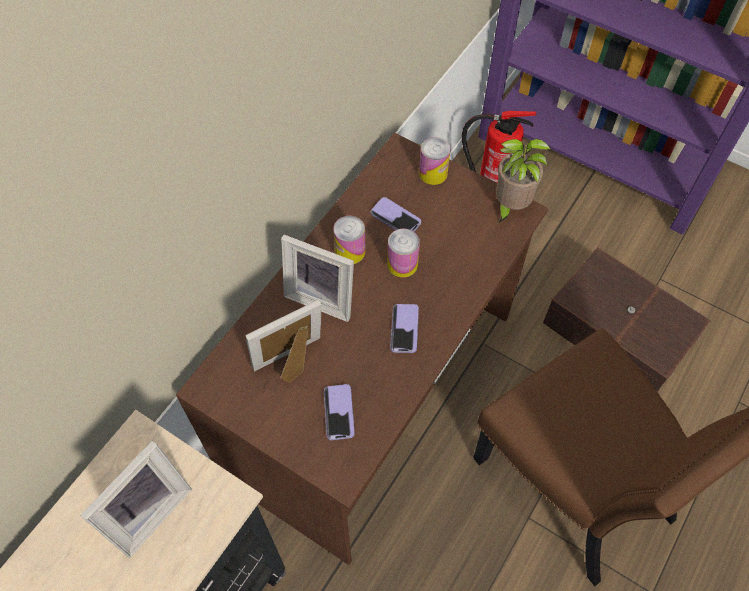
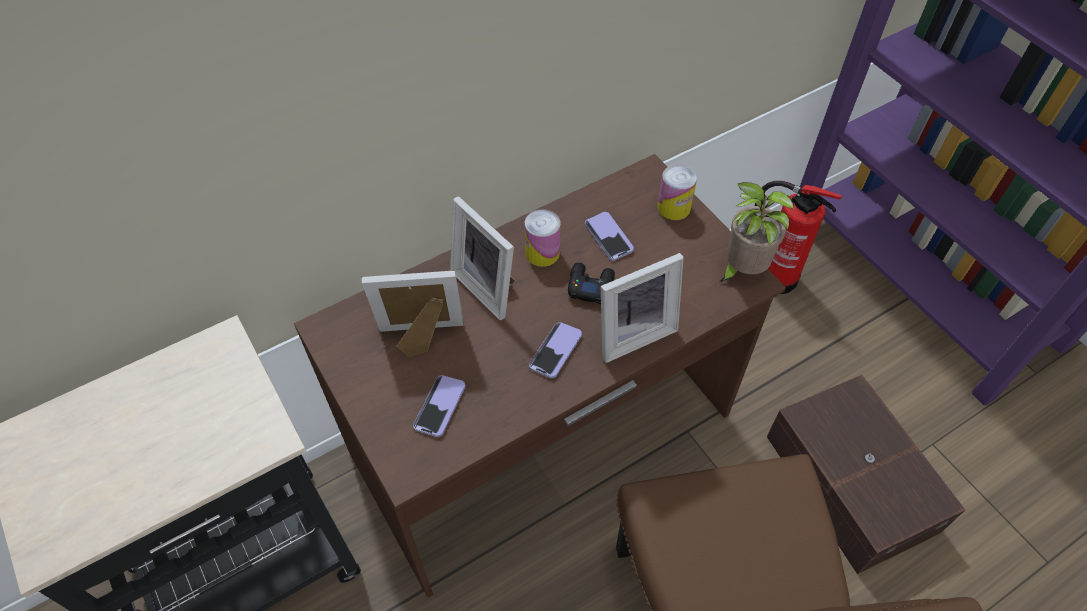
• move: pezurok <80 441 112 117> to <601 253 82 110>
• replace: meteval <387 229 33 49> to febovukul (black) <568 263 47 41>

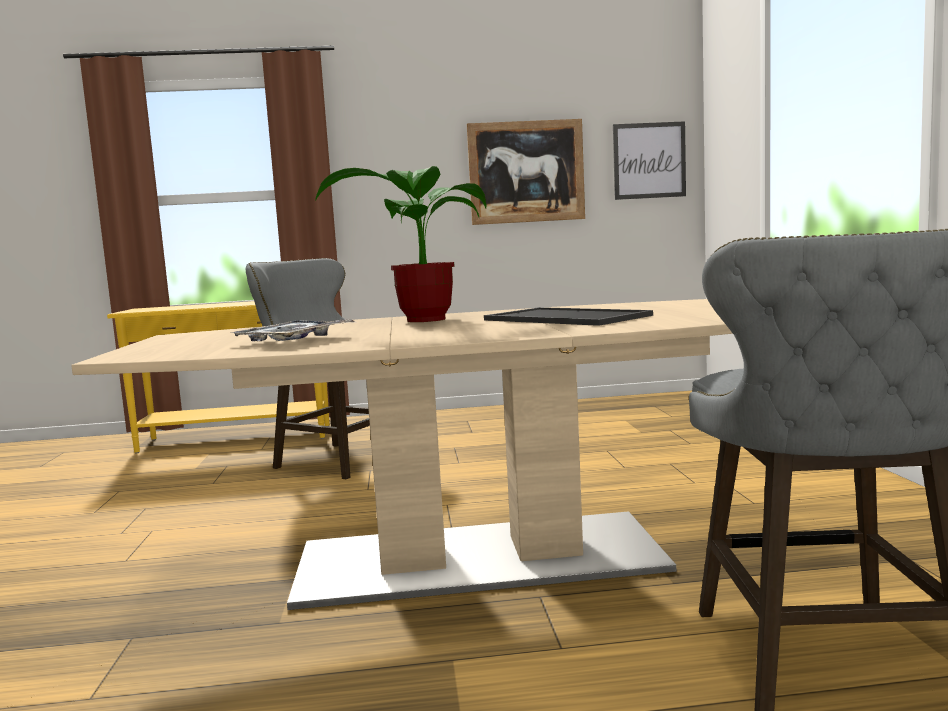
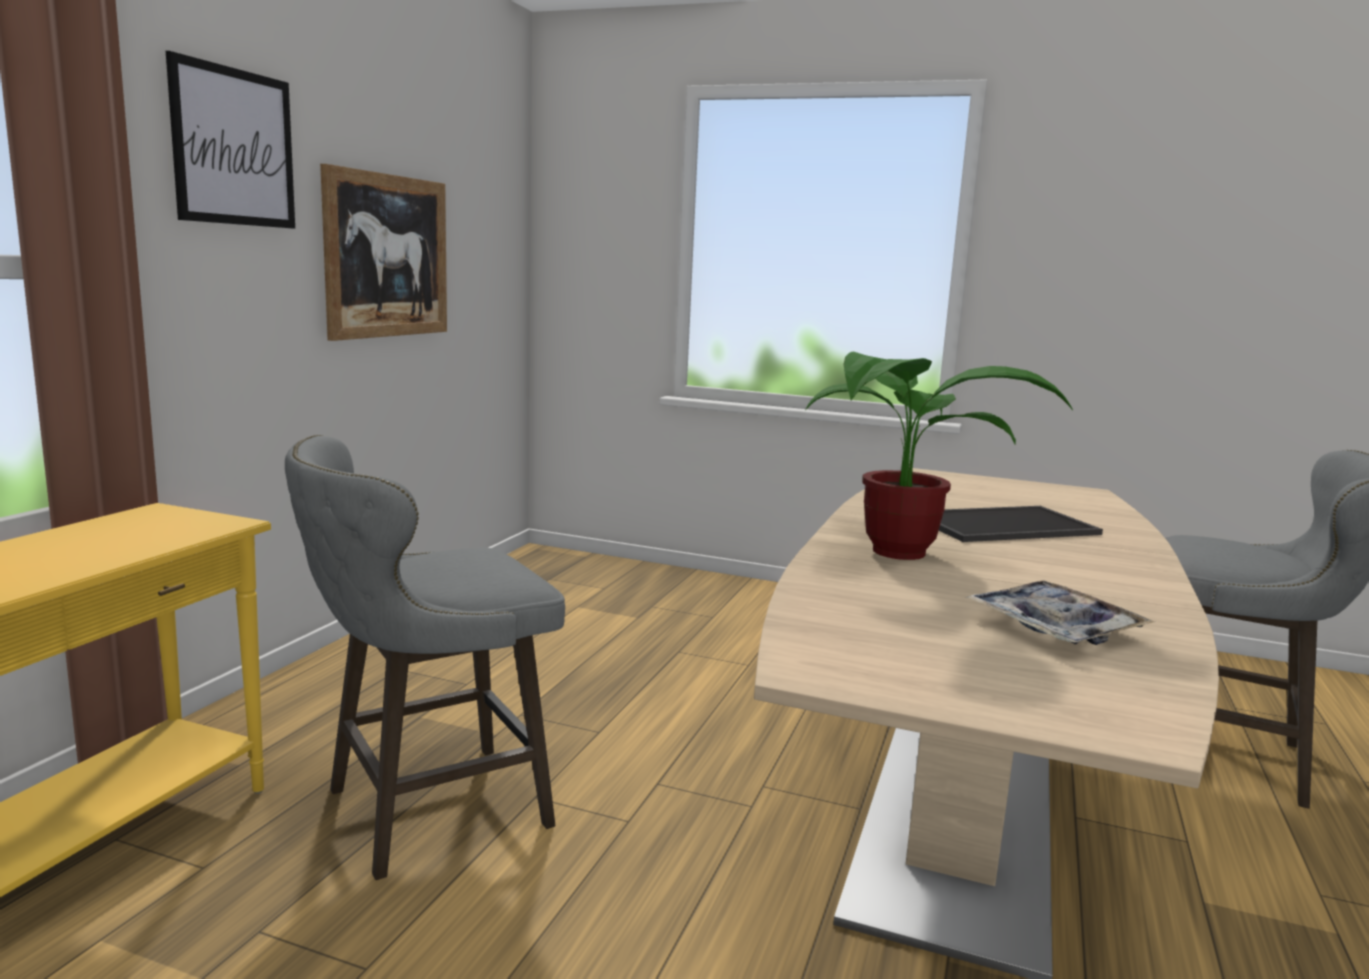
• move: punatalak <613 121 73 79> to <166 51 129 178>

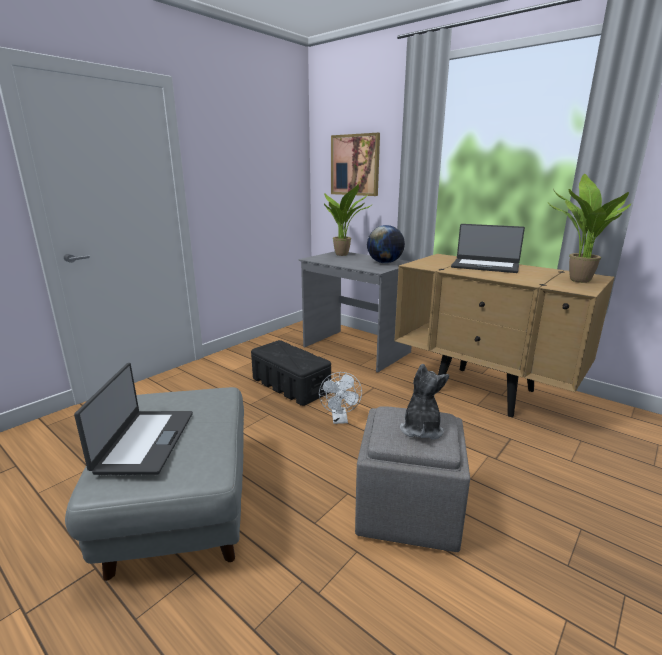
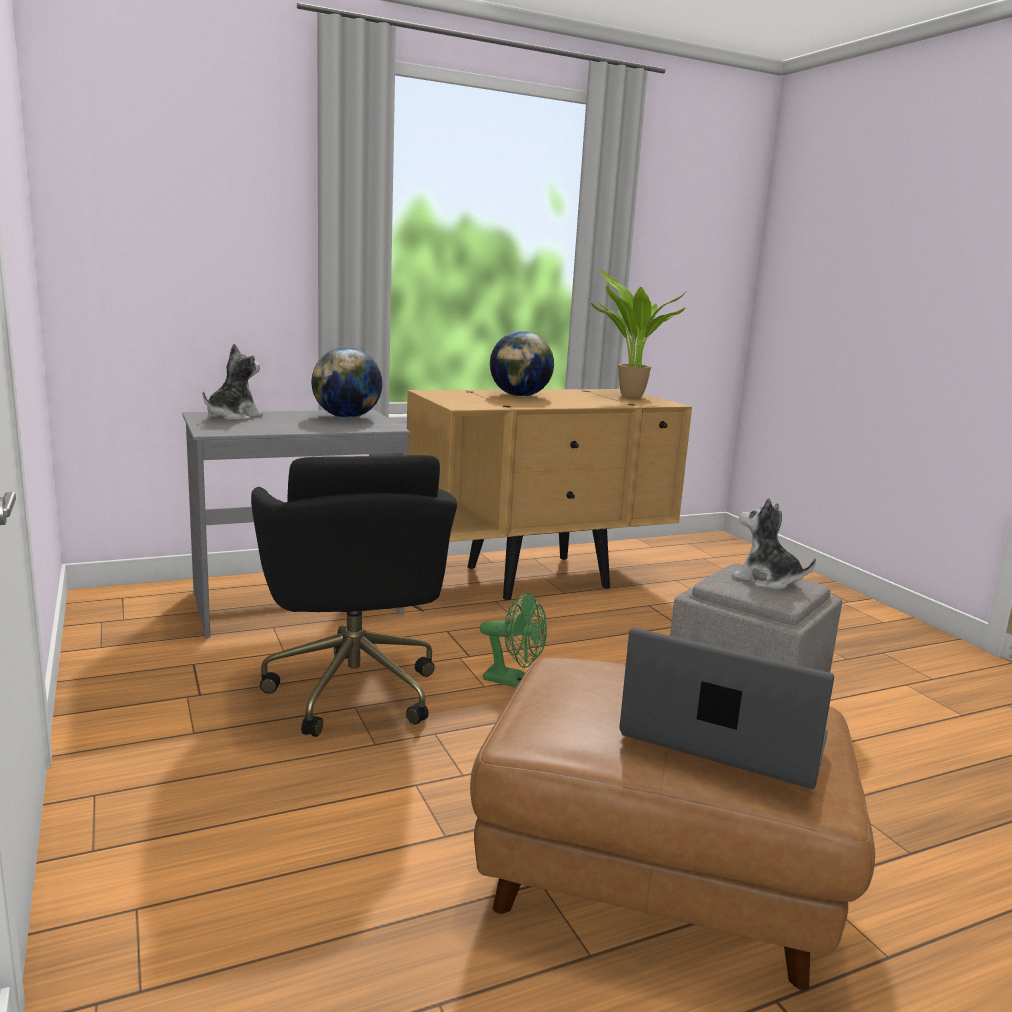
• recolor: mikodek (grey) <65 387 179 194> to mikodek (brown) <470 657 405 333>
• replace: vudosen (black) <251 340 80 66> to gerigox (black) <251 455 206 282>
• recolor: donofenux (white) <319 372 43 52> to donofenux (green) <480 592 67 95>
• replace: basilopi <324 185 47 71> to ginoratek <203 344 60 76>
• delete: punatalak <331 133 49 63>
• replace: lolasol <451 224 74 49> to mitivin <490 331 64 66>

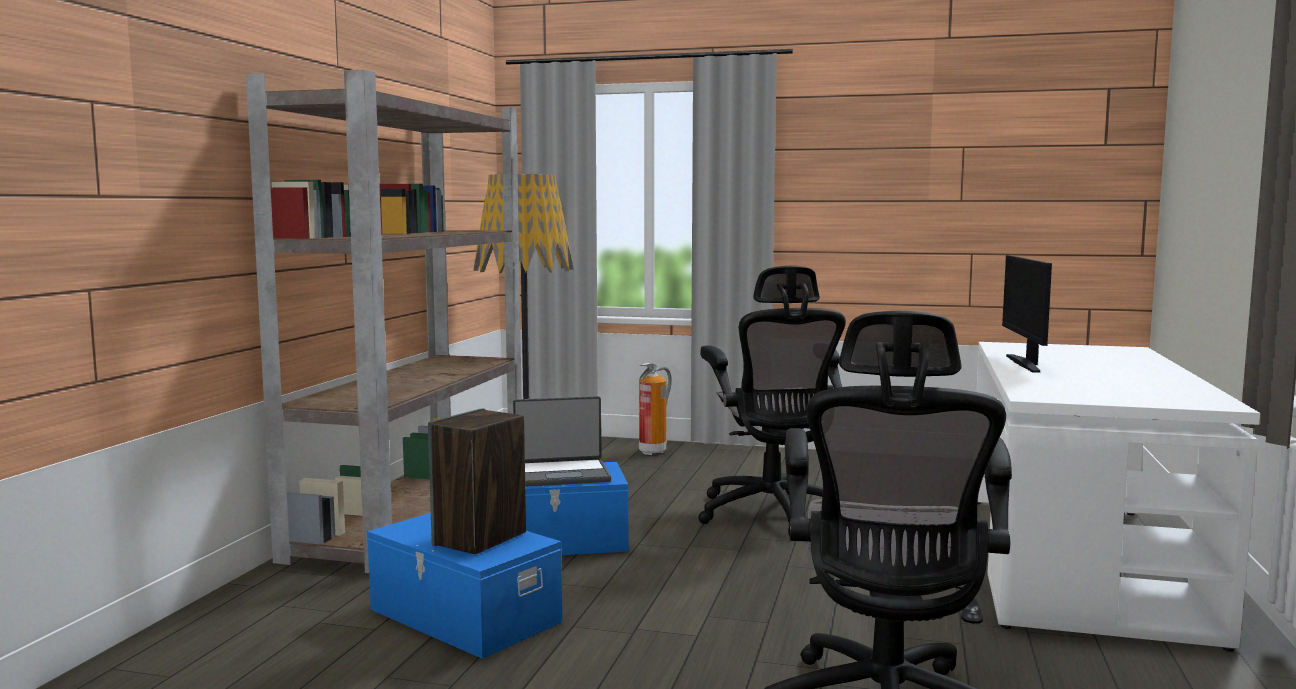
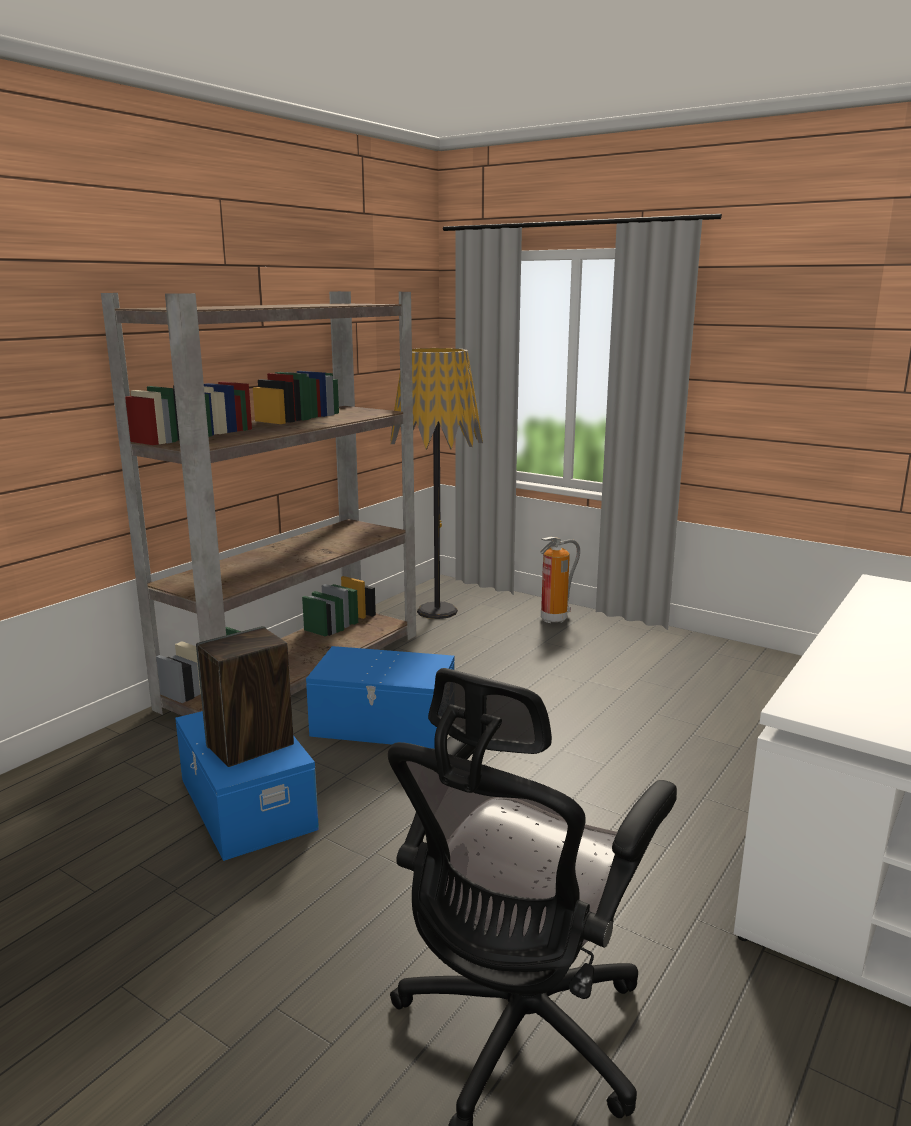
• delete: lolasol <513 396 98 91>
• delete: gerigox <698 266 148 271>
• delete: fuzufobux <1002 255 50 118>

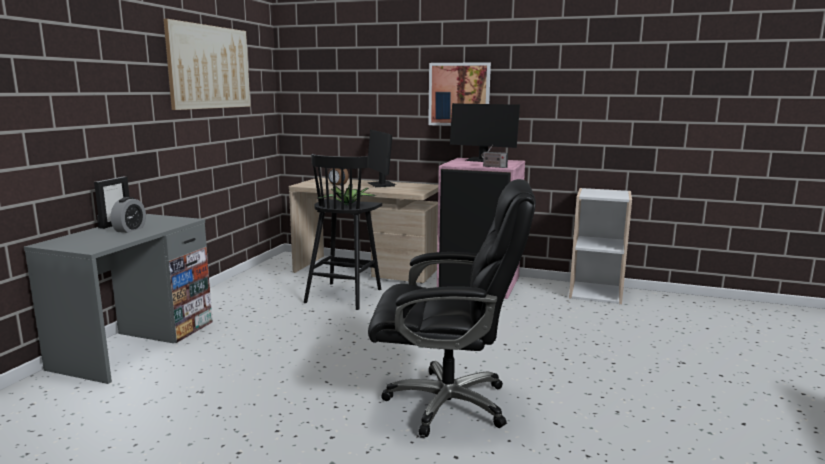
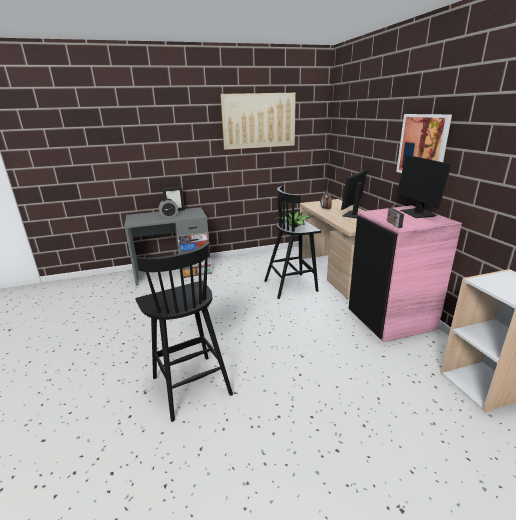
• replace: gerigox (black) <368 179 168 258> to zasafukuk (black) <135 241 98 181>

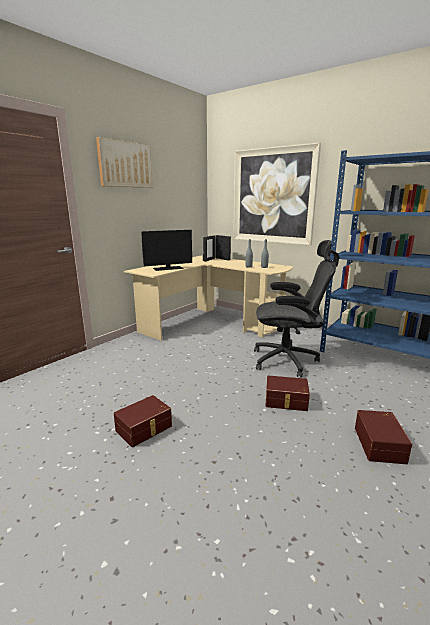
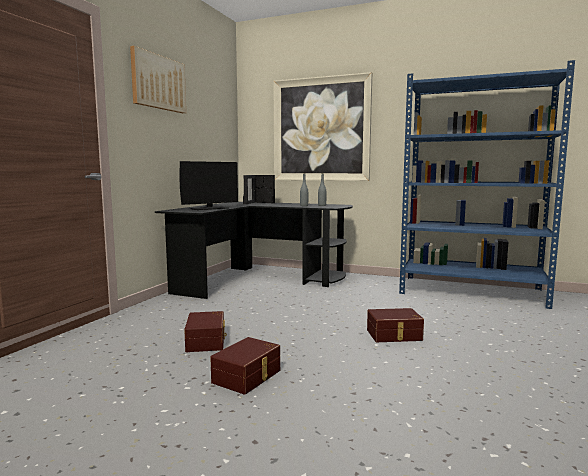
• recolor: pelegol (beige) <124 255 169 86> to pelegol (black) <155 202 198 97>
• delete: gerigox <254 240 85 138>
• move: vudosen (brown) <355 410 57 54> to <184 311 43 41>

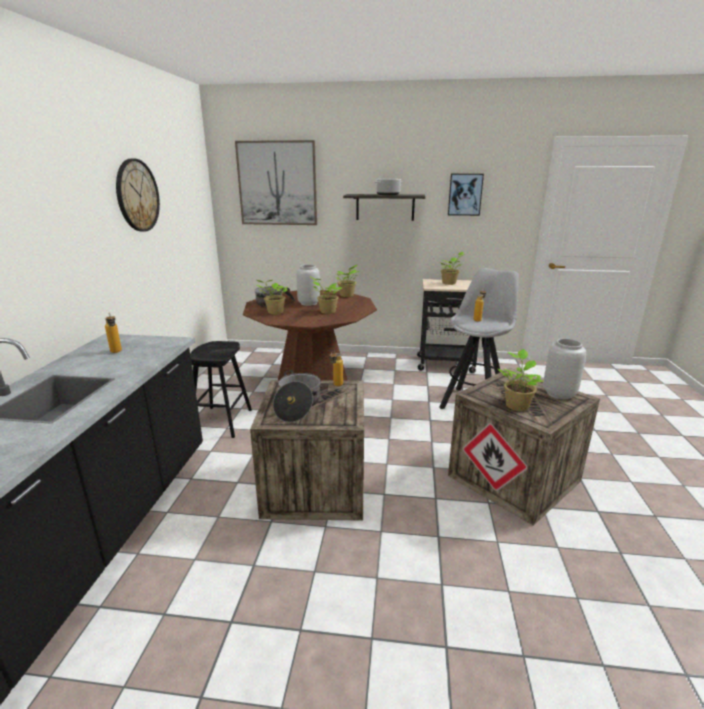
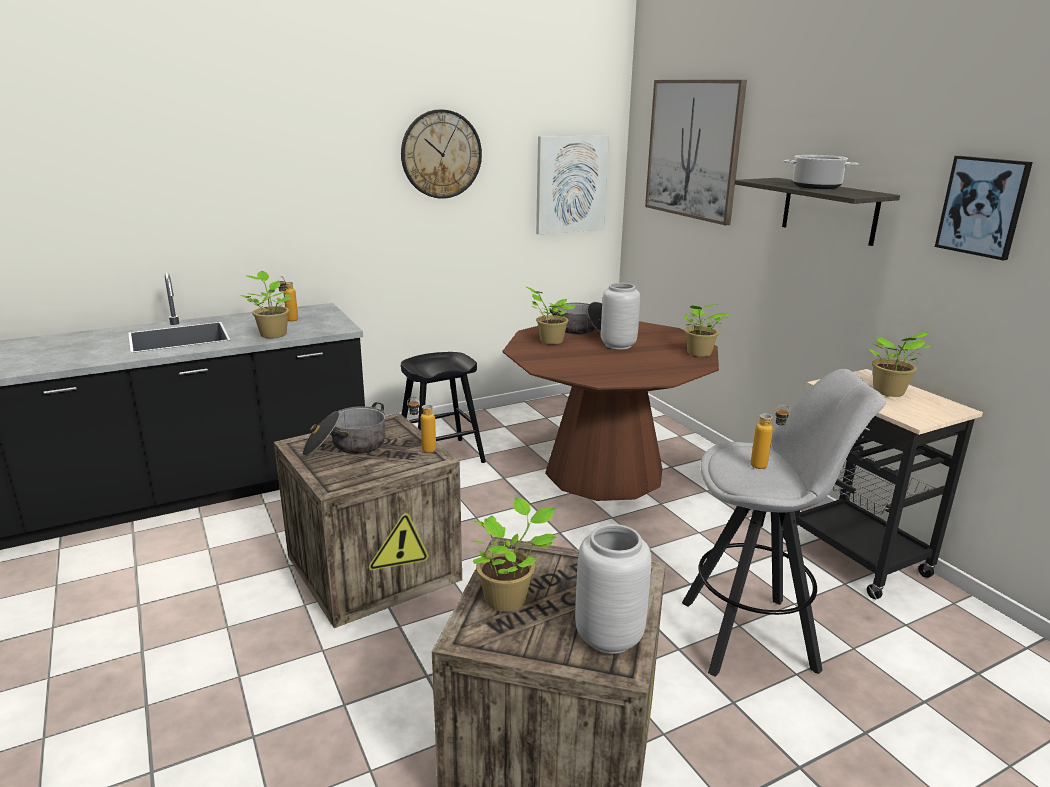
• move: basilopi <309 276 33 38> to <240 271 53 67>
• insert: punatalak <536 135 73 100>

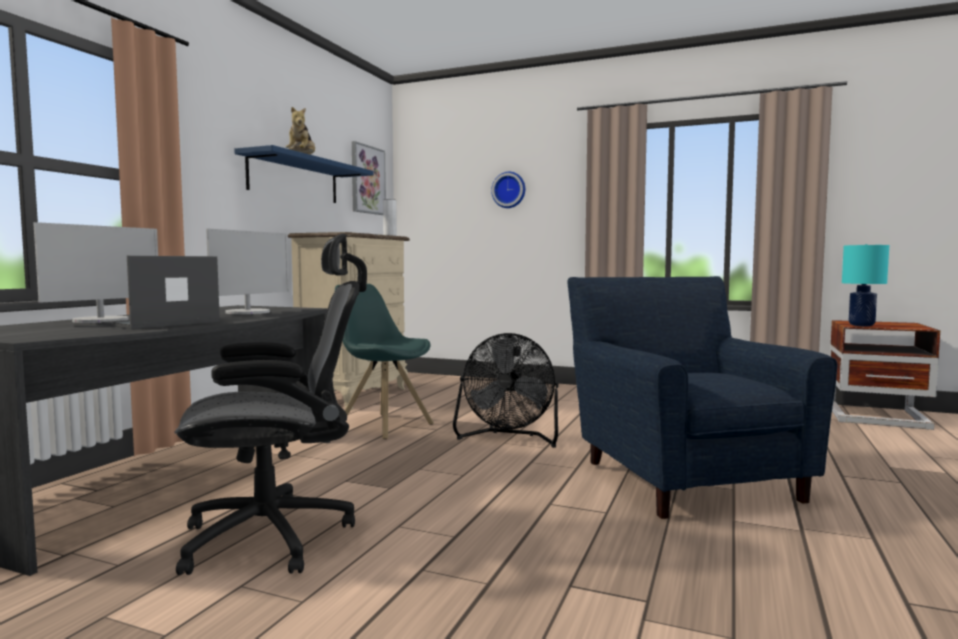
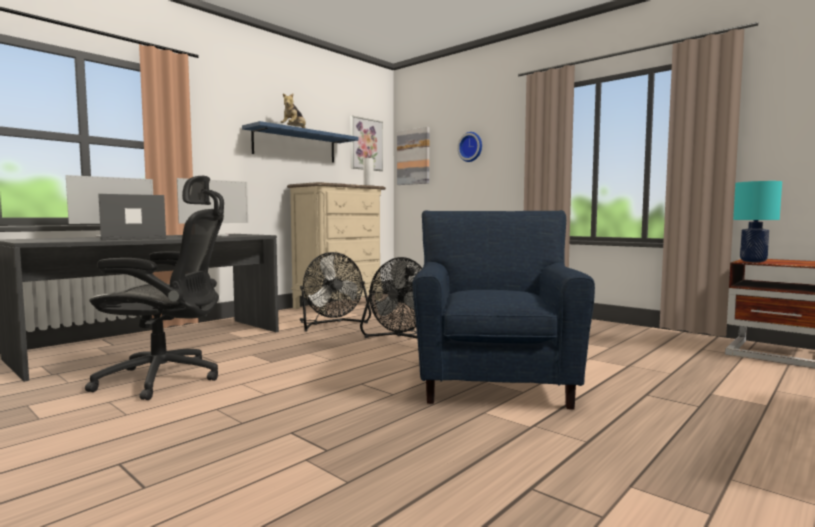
• replace: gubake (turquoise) <335 284 99 155> to donofenux (black) <300 252 71 80>
• insert: punatalak <397 127 32 58>

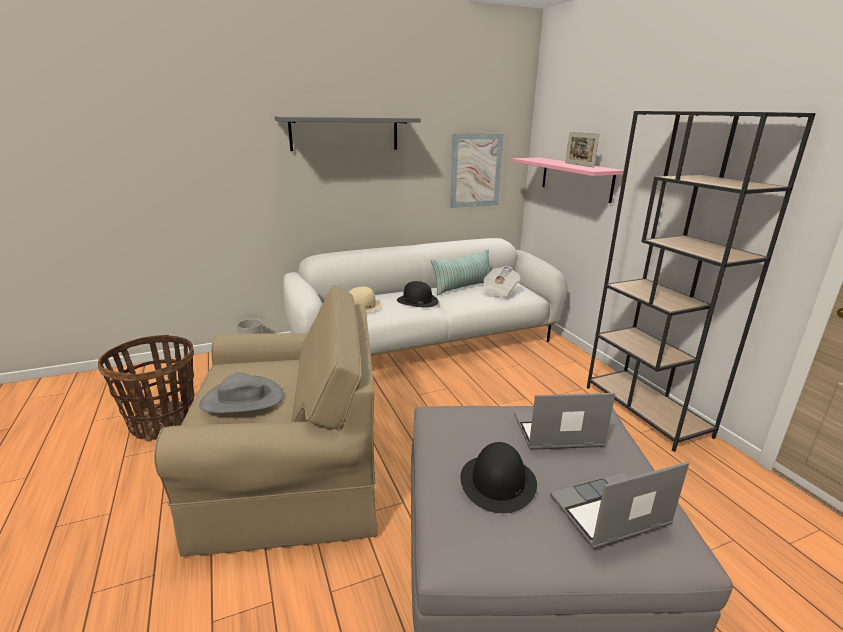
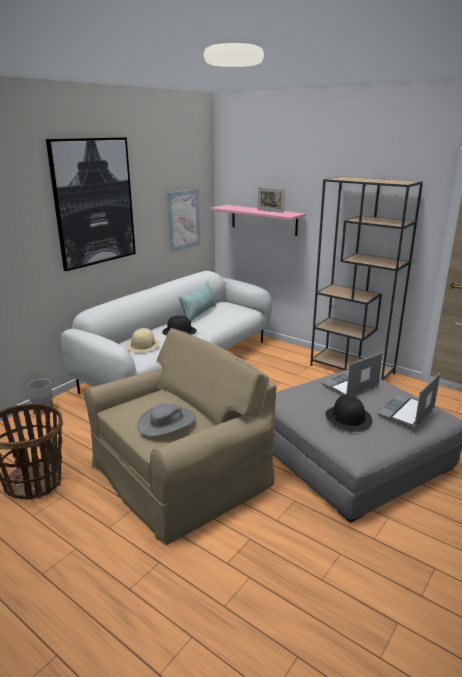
• replace: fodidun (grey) <275 116 146 35> to punatalak <46 137 90 134>
• delete: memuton <482 266 39 31>

